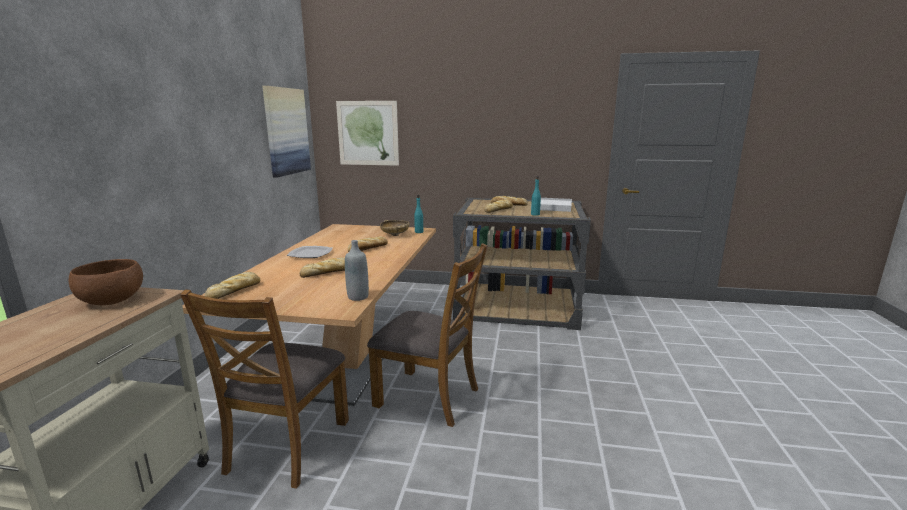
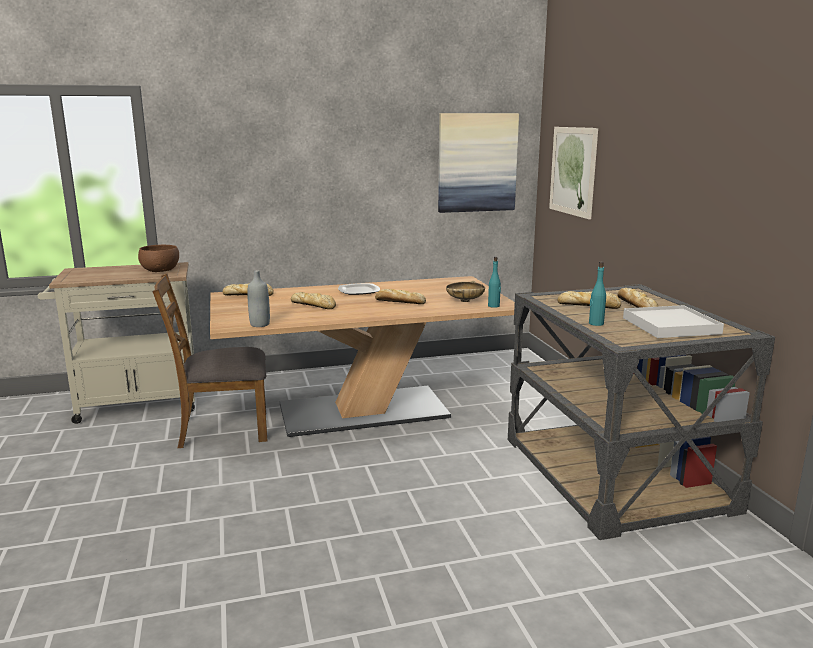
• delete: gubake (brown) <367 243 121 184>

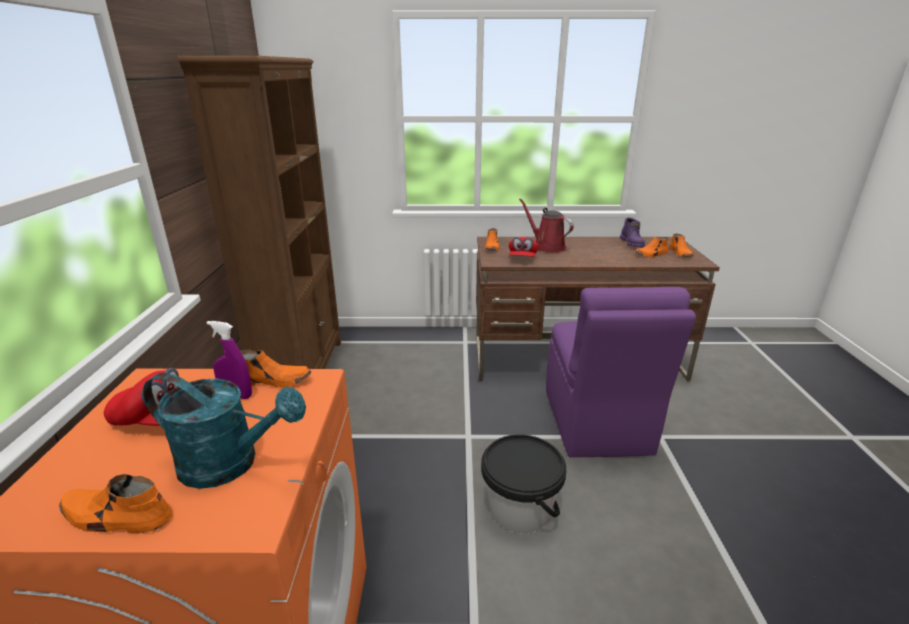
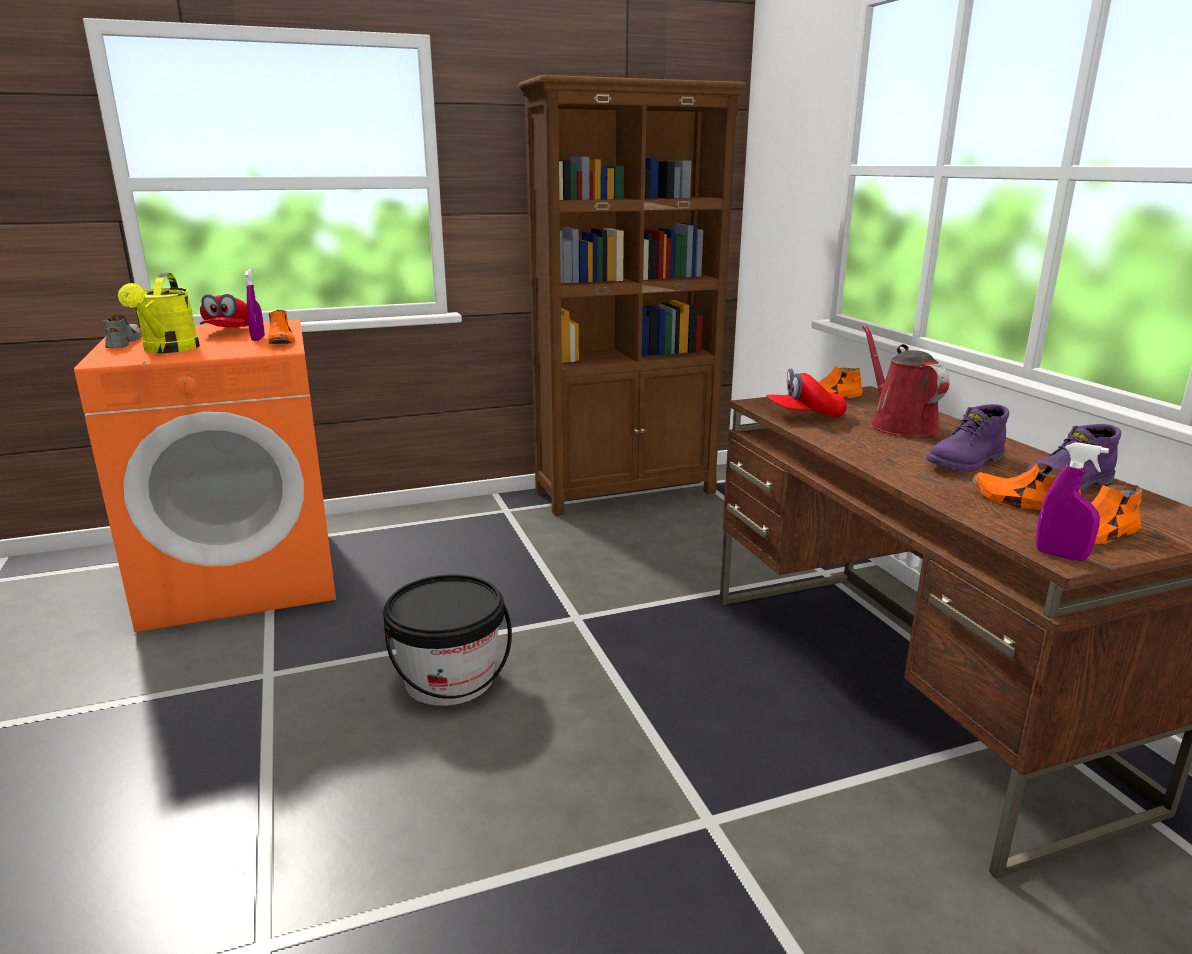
• recolor: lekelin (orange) <59 474 113 59> to lekelin (grey) <103 314 39 34>
• recolor: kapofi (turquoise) <143 373 163 116> to kapofi (yellow) <118 273 82 80>
• rotate: kapofi (red) <519 198 55 55> = <862 325 88 112> 45 degrees counterclockwise
• delete: gubake (purple) <546 287 150 170>
• insert: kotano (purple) <926 404 83 68>
• insert: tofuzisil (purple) <1036 442 73 119>

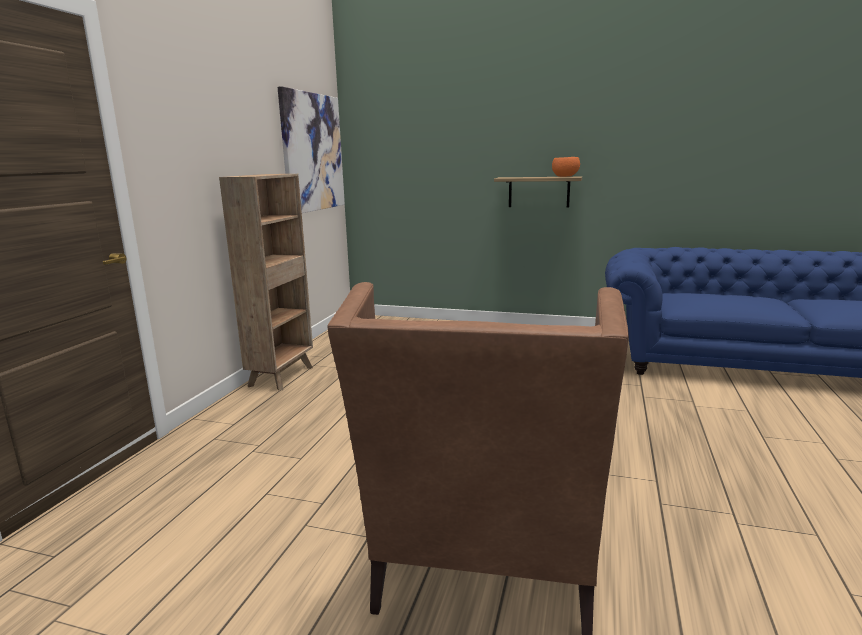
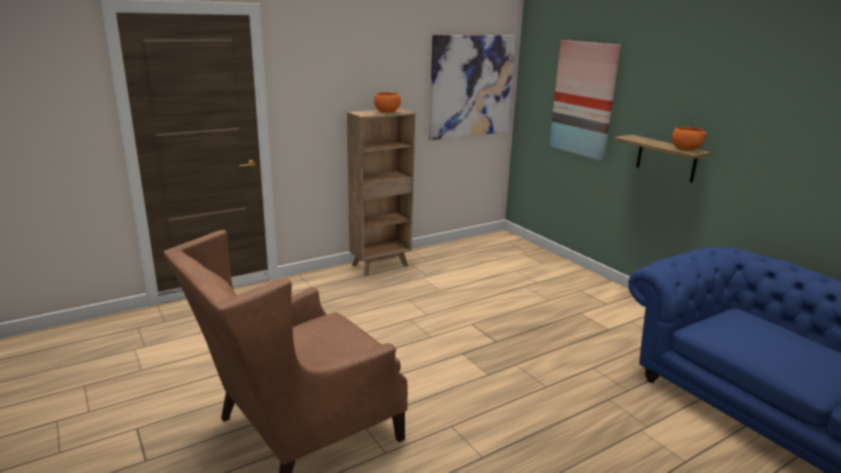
• insert: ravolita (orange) <374 92 27 21>
• insert: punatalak <549 40 72 121>

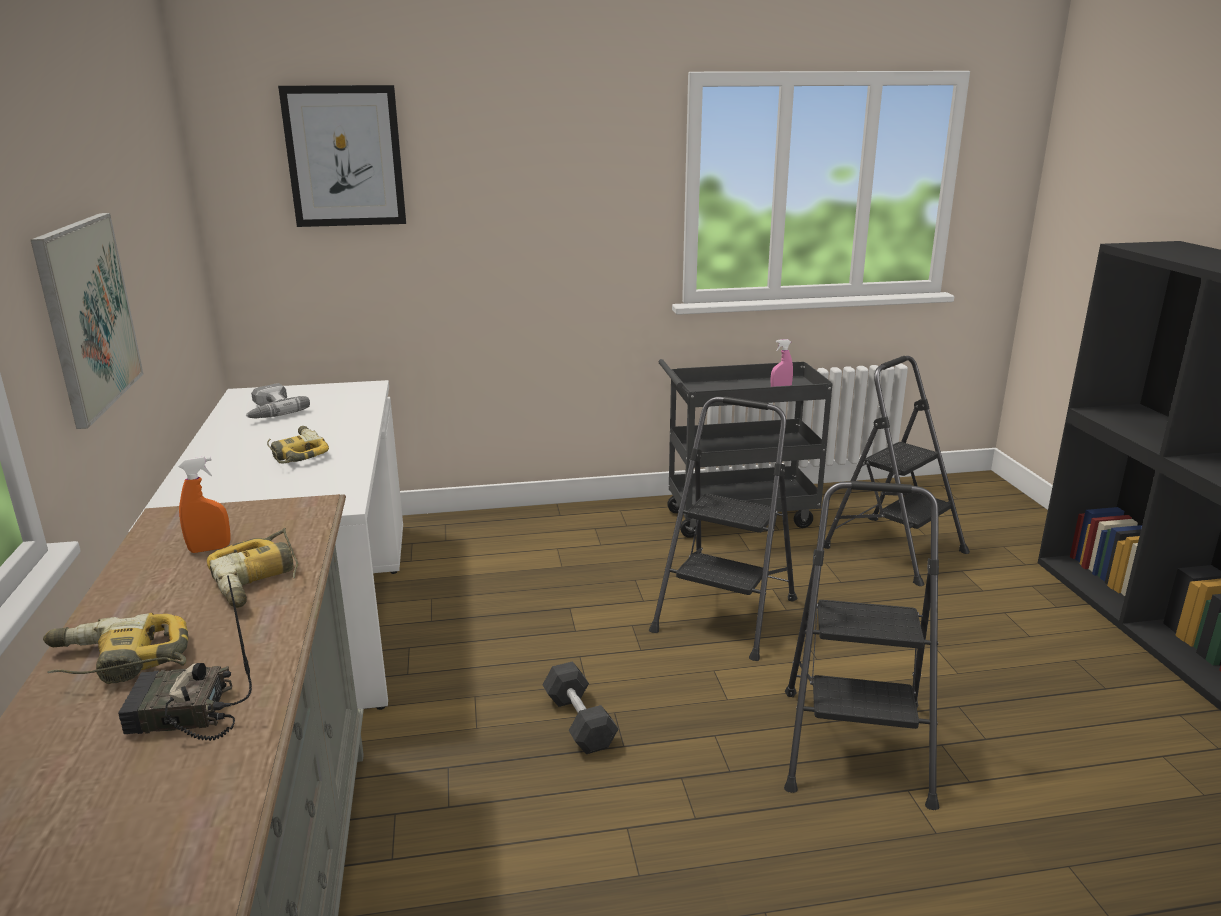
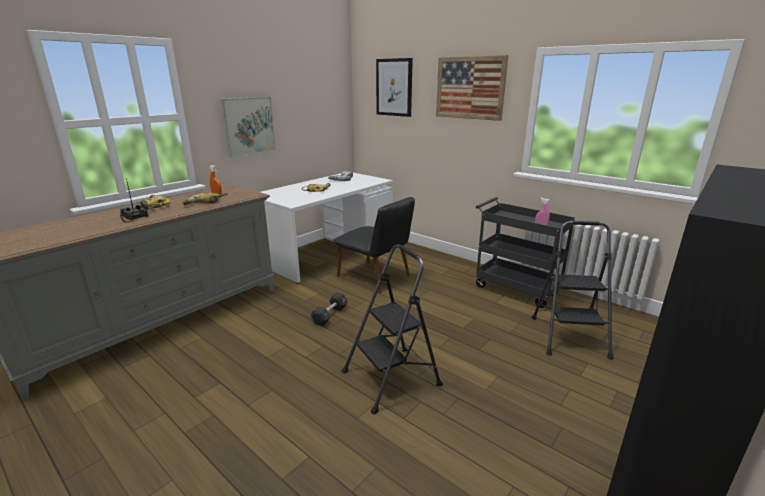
• delete: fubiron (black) <649 396 148 265>
• insert: gubake (black) <333 197 82 96>
• insert: punatalak <436 55 72 66>

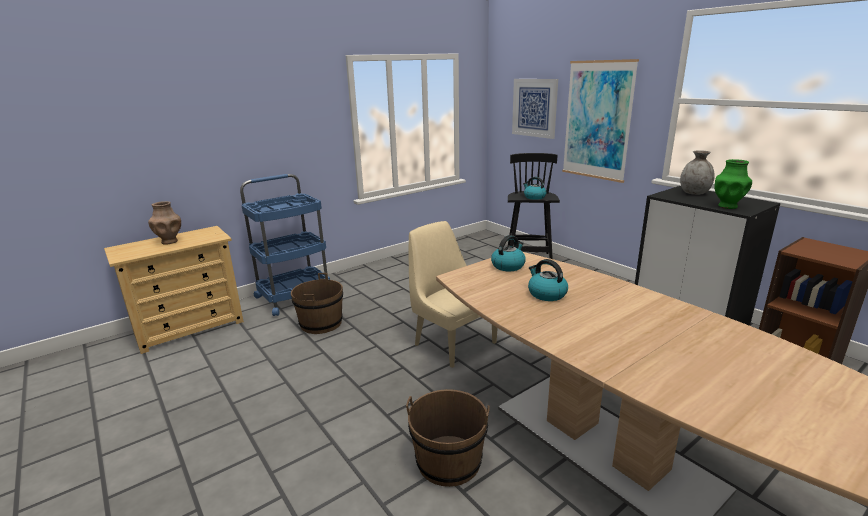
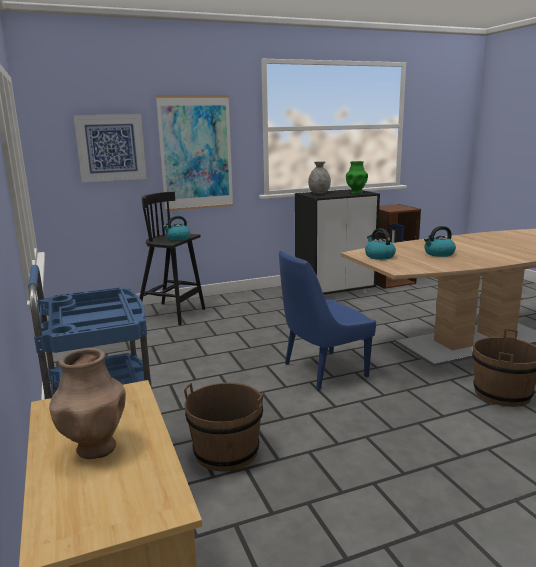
• recolor: gubake (beige) <409 221 89 147> to gubake (blue) <279 250 97 140>

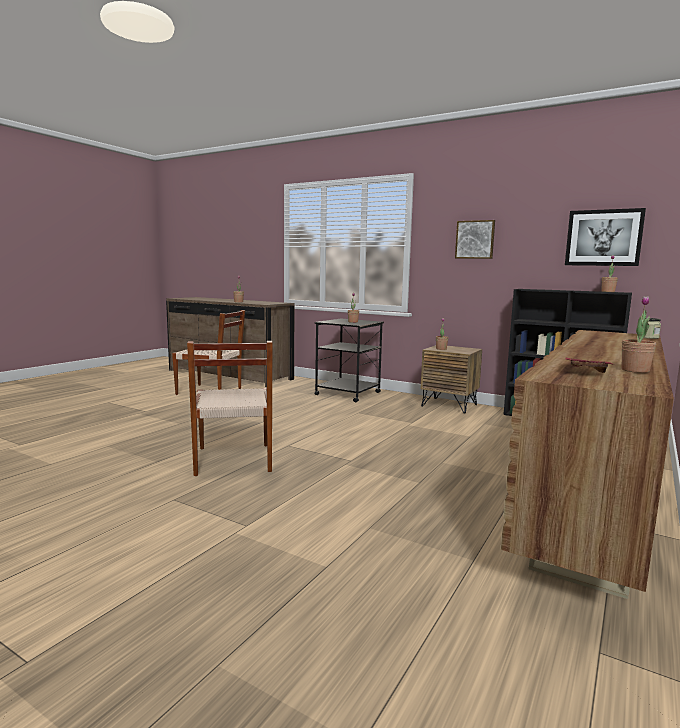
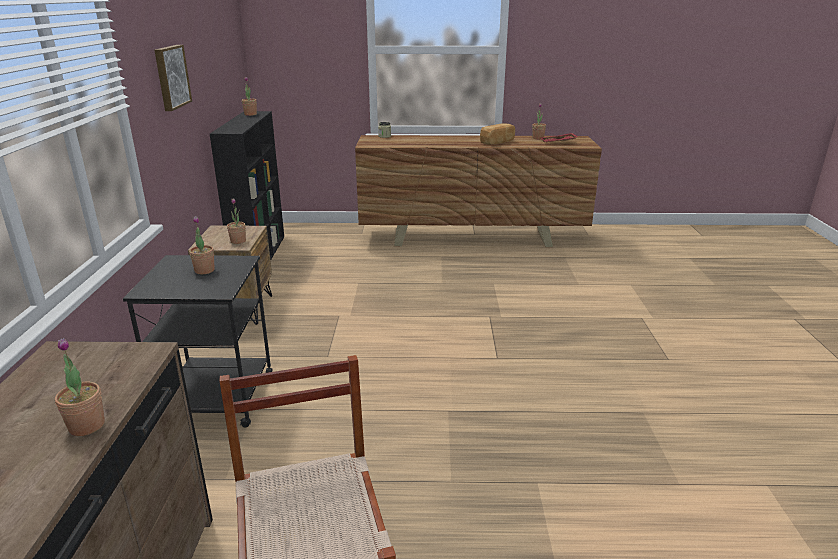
• delete: gubake <187 341 85 135>
• delete: punatalak <565 208 81 58>
• insert: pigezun <480 123 35 22>

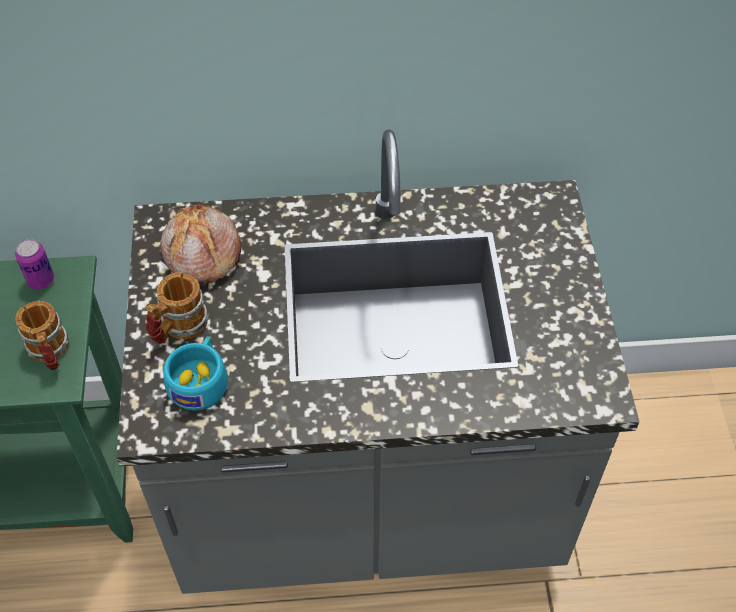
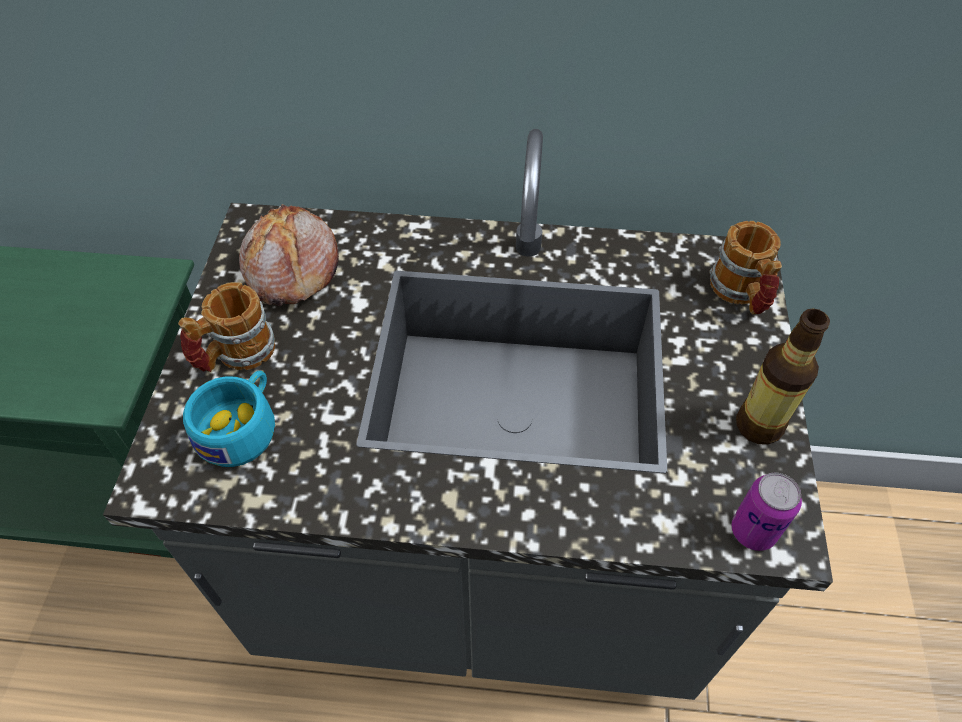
• move: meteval <15 238 39 52> to <731 473 71 78>
• move: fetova <15 300 54 70> to <710 221 72 94>
• insert: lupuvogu <736 309 94 136>

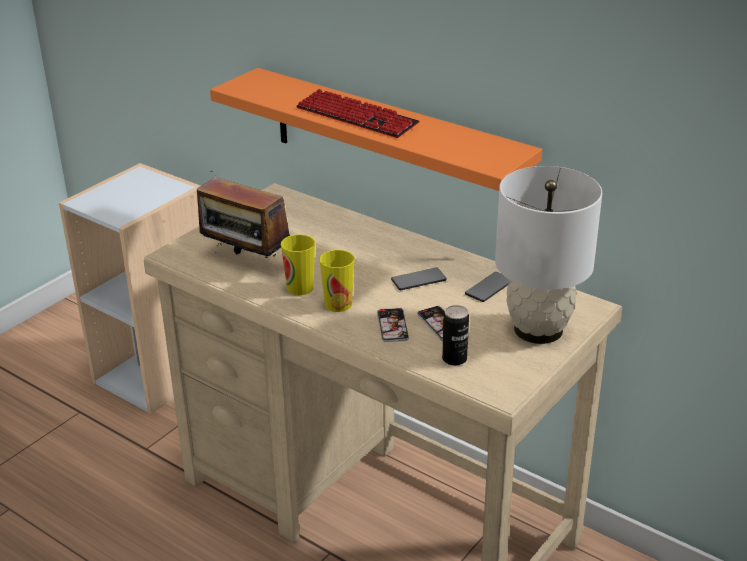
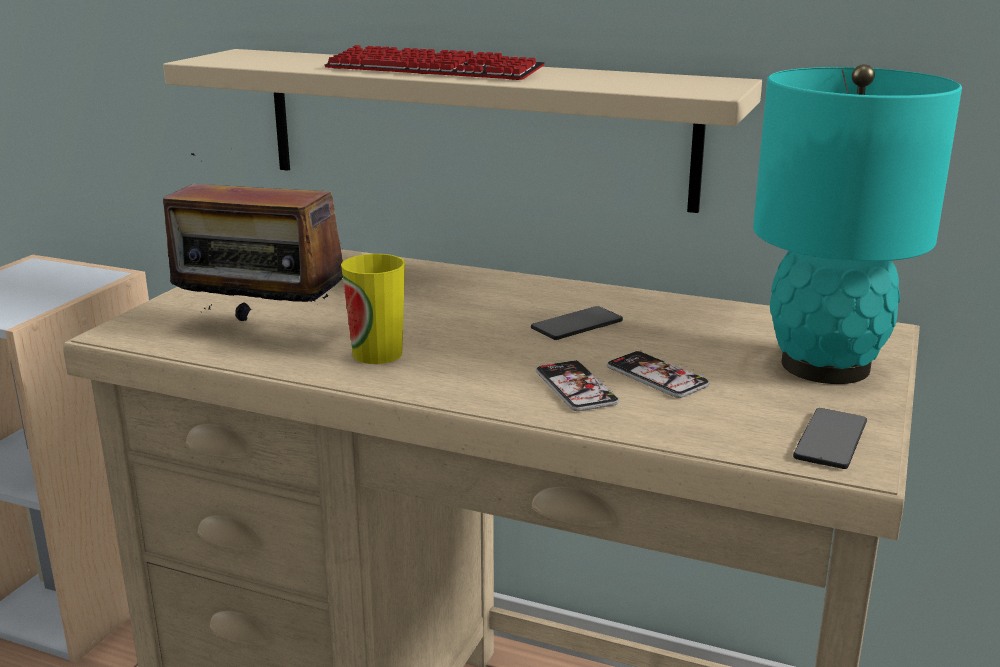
• recolor: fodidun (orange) <210 68 332 123> to fodidun (beige) <163 49 599 164>
• delete: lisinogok <319 250 36 62>
• delete: meteval <442 305 27 61>
• move: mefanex <465 272 45 30> to <793 408 74 61>
• recolor: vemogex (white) <495 166 107 178> to vemogex (turquoise) <753 64 209 320>

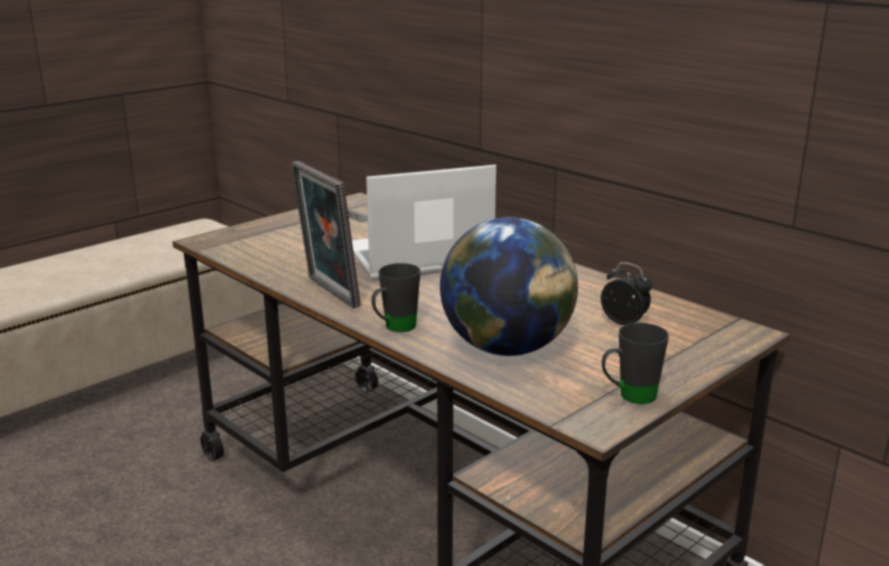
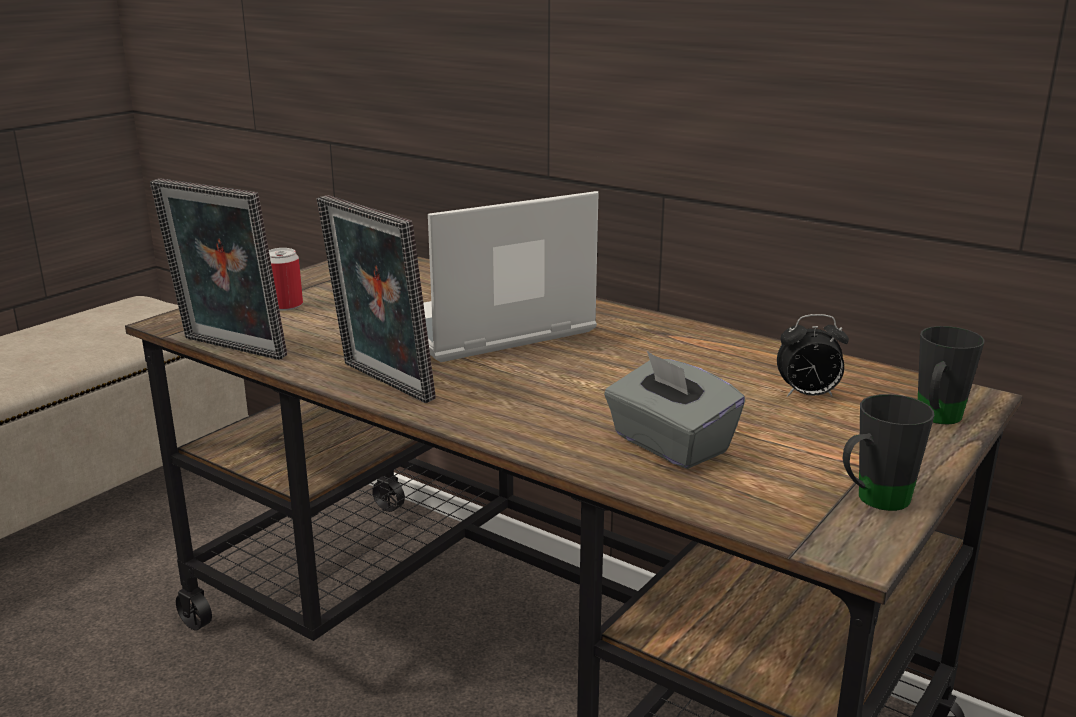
• move: fetova (black) <371 263 50 69> to <918 326 67 98>
• replace: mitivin <440 217 138 139> to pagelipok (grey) <604 351 141 118>
• rotate: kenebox <601 262 51 63> = <777 314 72 83> 150 degrees clockwise
• insert: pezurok <150 178 137 182>
• insert: meteval <269 248 34 63>

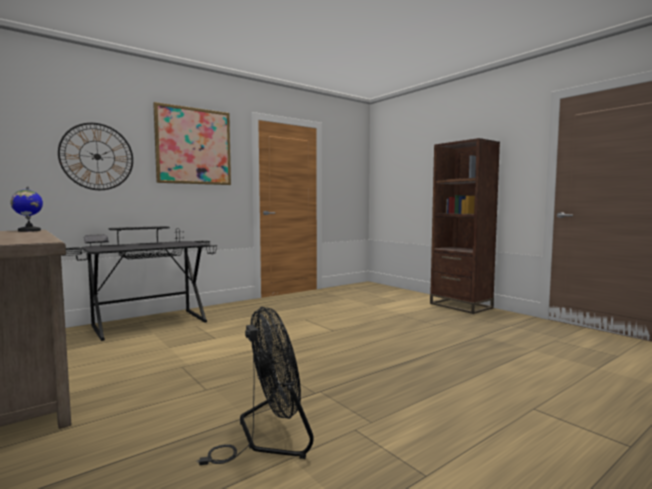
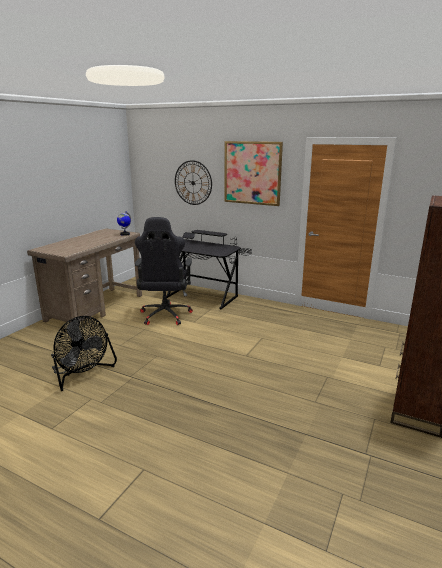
• insert: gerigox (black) <135 217 58 108>

